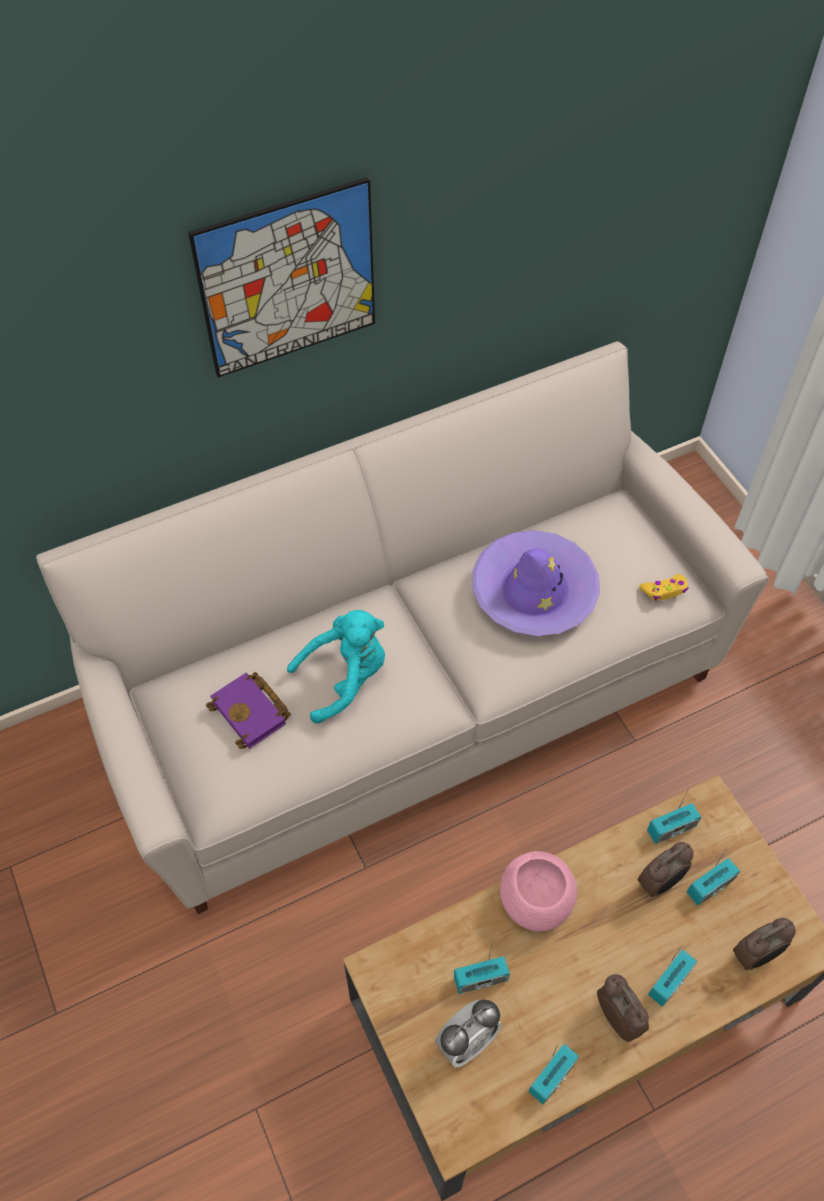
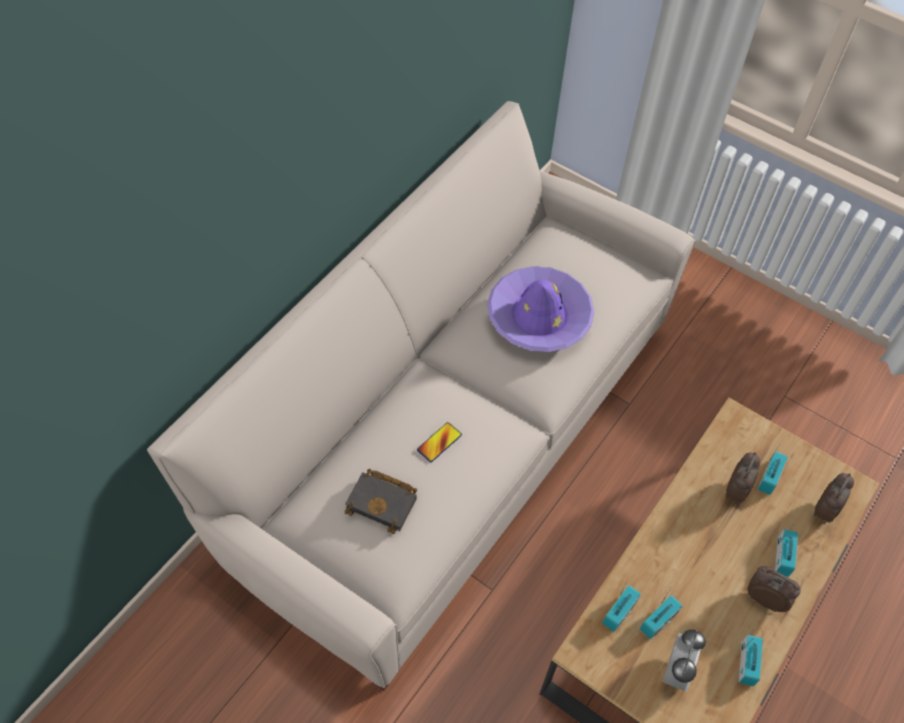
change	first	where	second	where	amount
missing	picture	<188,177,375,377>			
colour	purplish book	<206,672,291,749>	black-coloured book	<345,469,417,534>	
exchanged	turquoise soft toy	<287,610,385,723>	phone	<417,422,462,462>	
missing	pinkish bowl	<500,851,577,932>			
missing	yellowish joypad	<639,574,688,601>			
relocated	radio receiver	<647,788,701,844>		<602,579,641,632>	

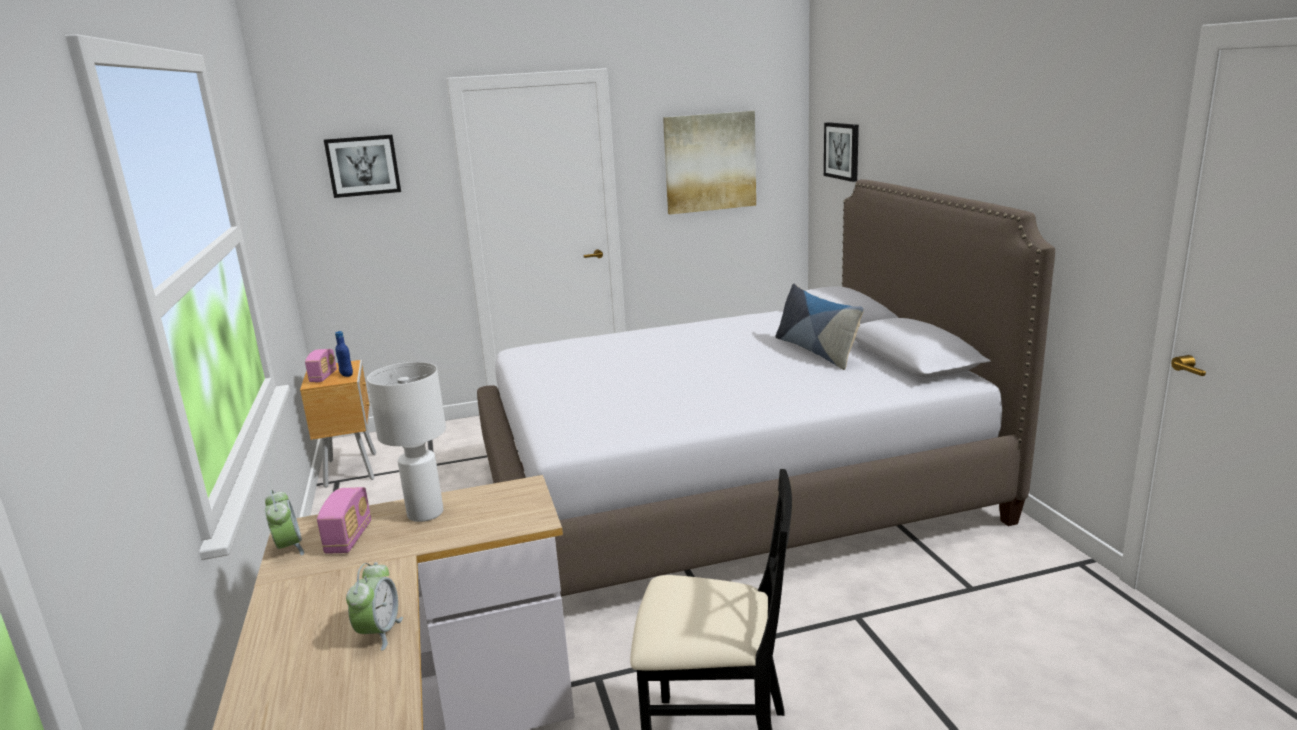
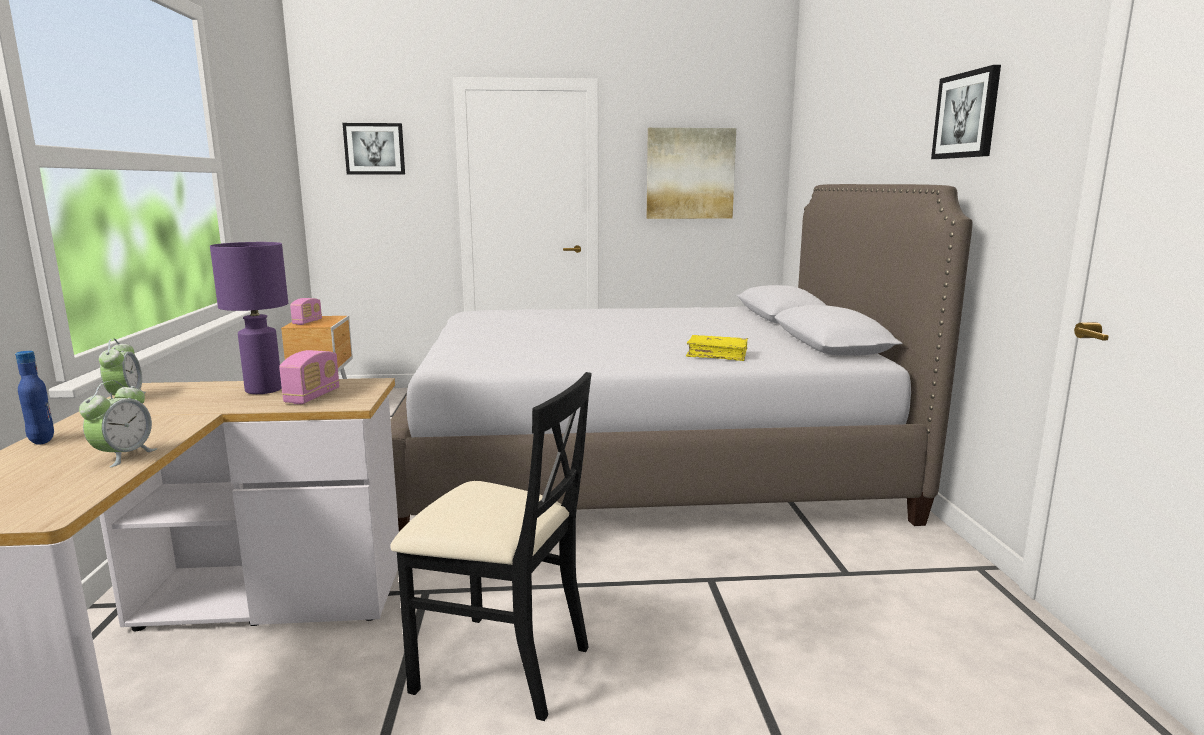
change	first	where	second	where	amount
relocated	radio receiver	<317,487,371,554>		<279,350,339,404>	
relocated	blue-coloured beverage bottle	<335,331,353,377>		<15,351,54,445>	
colour	white table lamp	<367,362,446,522>	purplish table lamp	<210,242,288,394>	
missing	pillow	<776,283,864,370>			
relocated	picture	<824,122,859,182>		<931,65,1001,159>	
appeared			yellowish book	<686,335,748,361>	

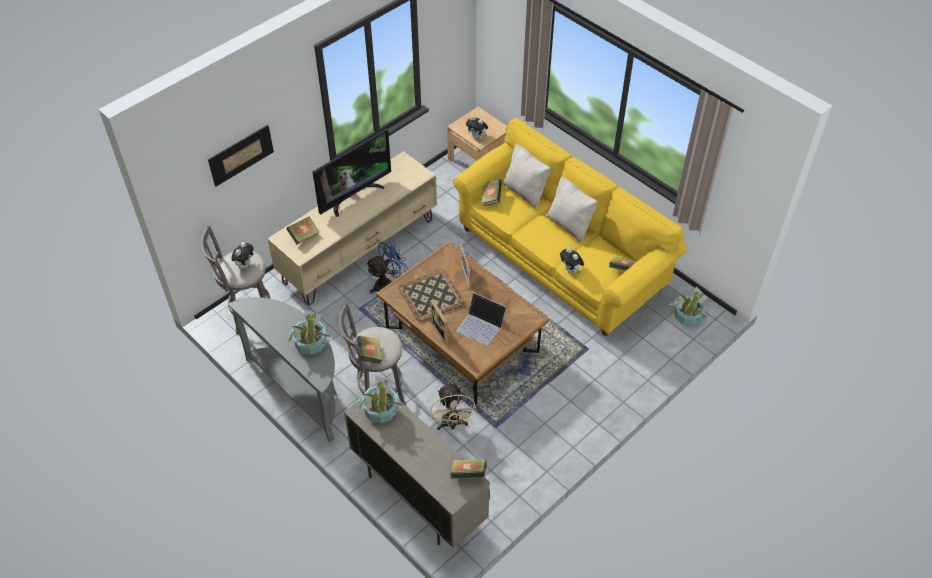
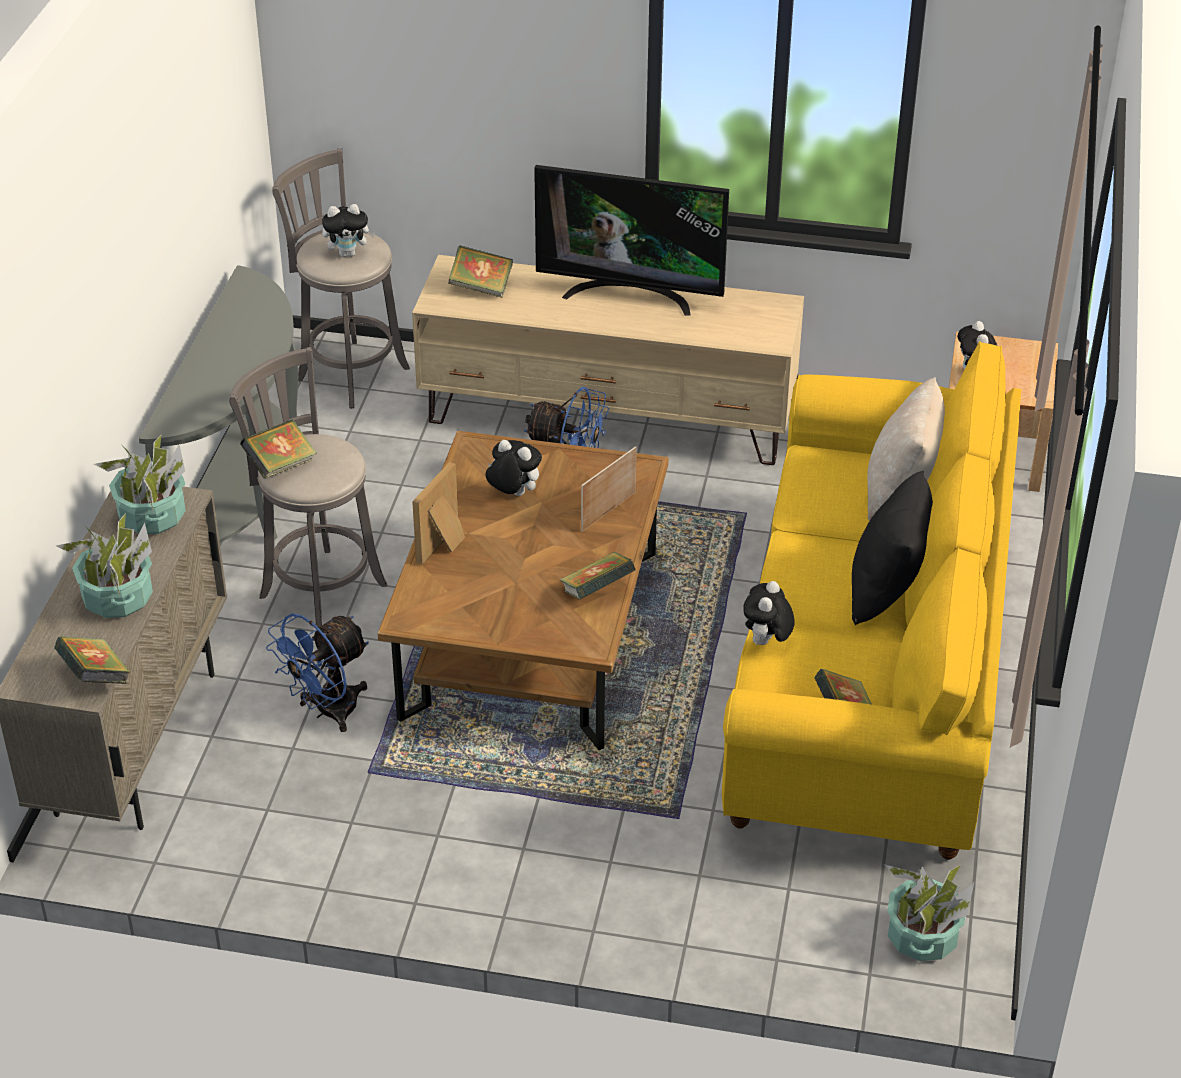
change	first	where	second	where	amount
missing	picture	<208,125,274,187>			
relocated	plant in a pot	<286,309,331,355>		<56,513,153,618>	
exchanged	carrying tray	<398,269,464,322>	soft toy	<486,440,542,496>	
colour	beige fan	<430,382,476,430>	blue-coloured fan	<266,613,369,732>	
missing	portable computer	<456,293,506,346>			
relocated	book	<481,179,502,206>		<559,552,636,600>	
colour	beige pillow	<547,177,598,243>	black-coloured pillow	<852,471,933,625>	

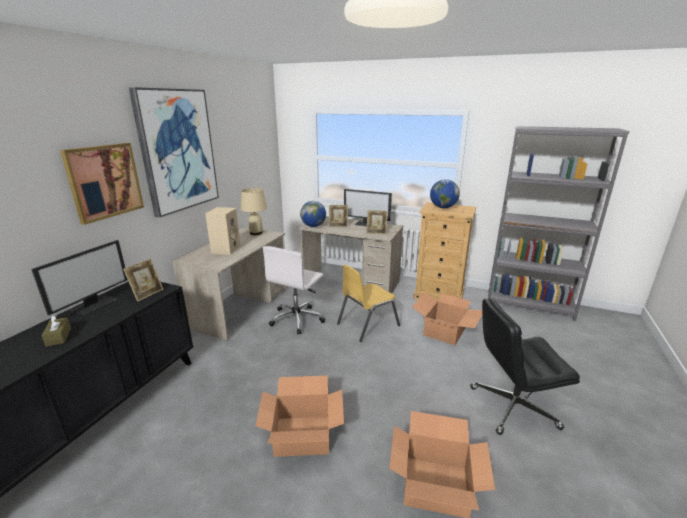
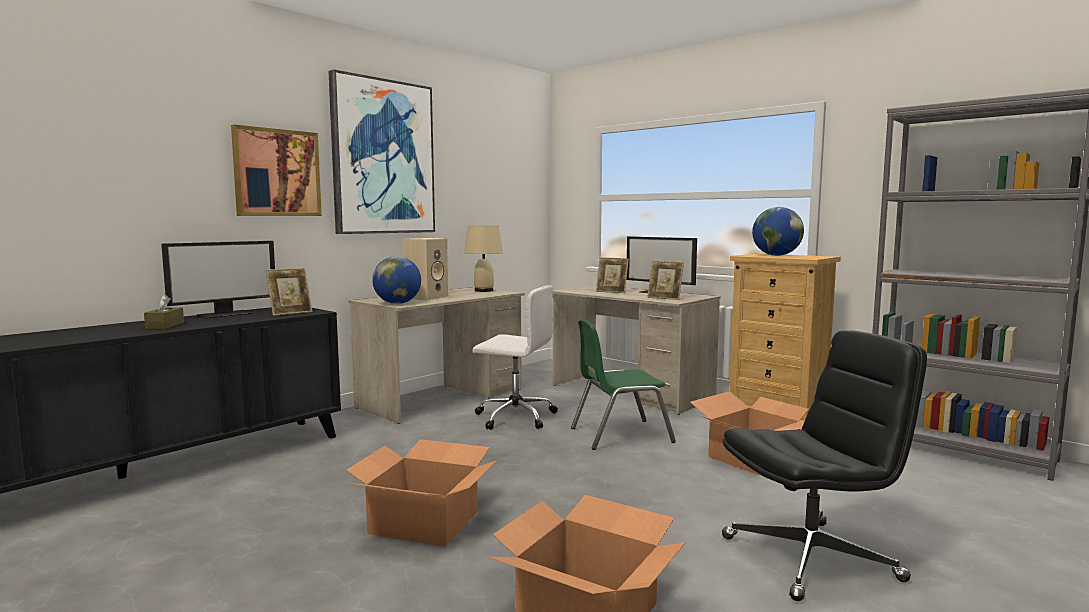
change	first	where	second	where	amount
spun	white computer chair	<263,246,325,334>		<472,285,558,430>	120 degrees counterclockwise
relocated	world globe	<300,201,326,227>		<372,256,421,304>	
colour	yellowish upright chair	<337,265,400,342>	greenish upright chair	<571,319,676,450>	
spun	black-coloured computer chair	<470,298,580,435>		<722,330,927,601>	150 degrees clockwise

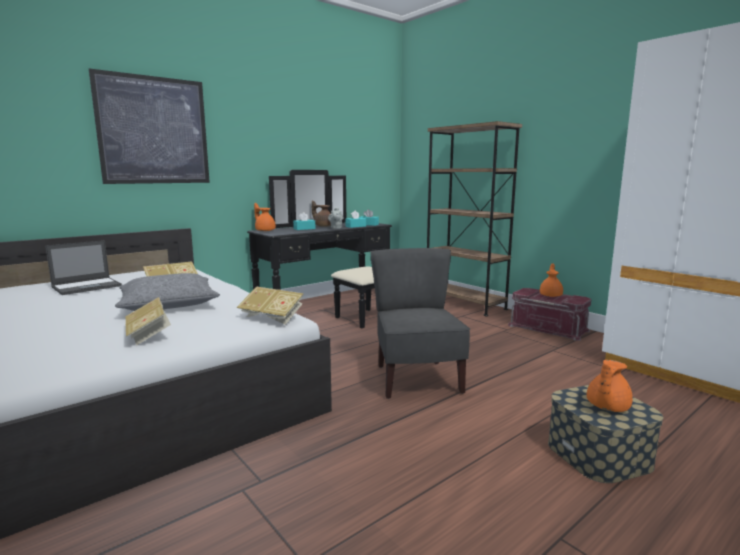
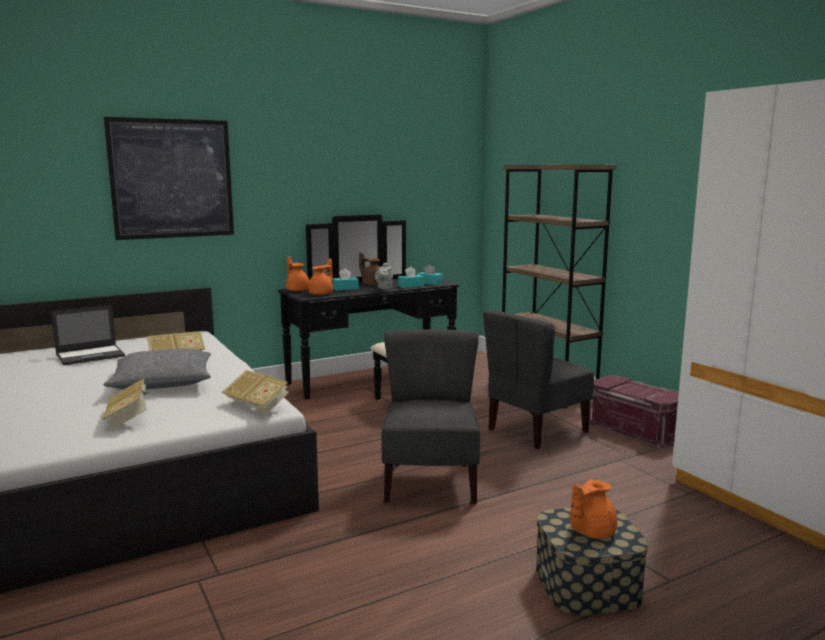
change	first	where	second	where	amount
relocated	orangey teapot	<540,263,563,297>		<308,259,333,295>	
appeared			greyish upright chair	<483,310,594,449>	

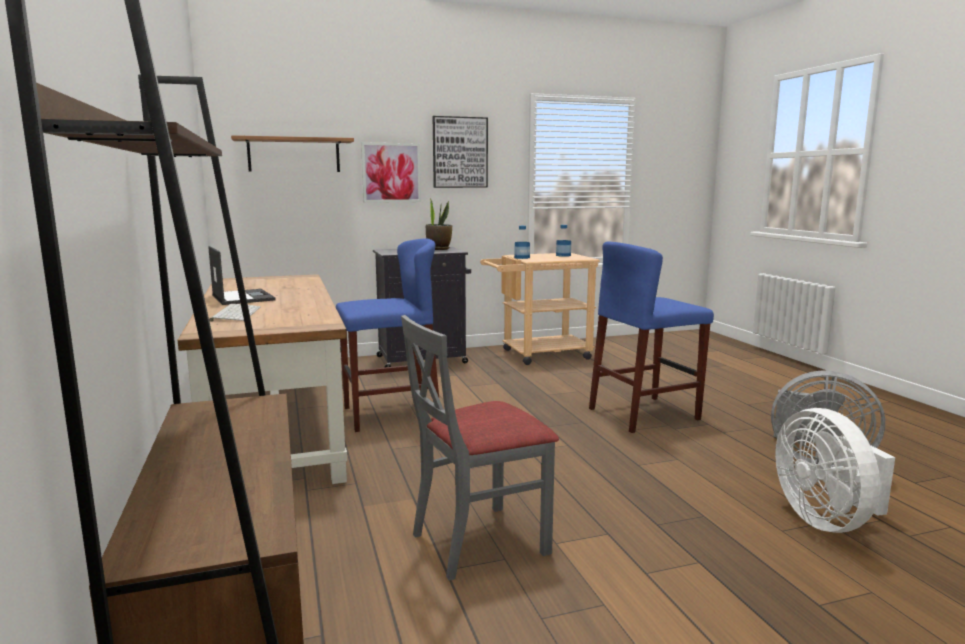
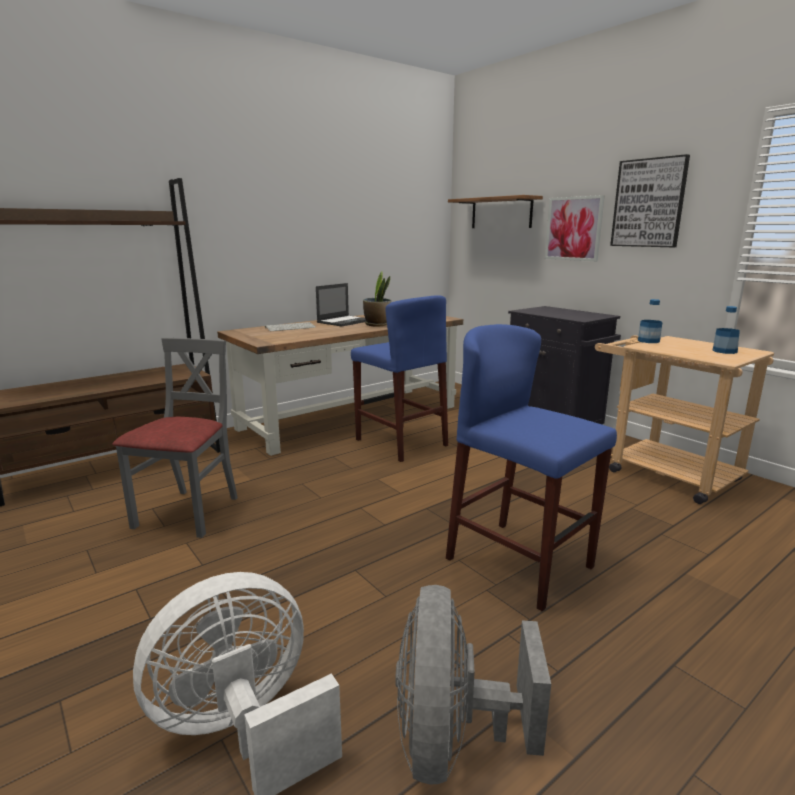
change	first	where	second	where	amount
spun	greyish upright chair	<401,315,559,581>		<112,338,238,538>	60 degrees clockwise
relocated	plant in a pot	<426,198,452,250>		<363,271,391,327>	

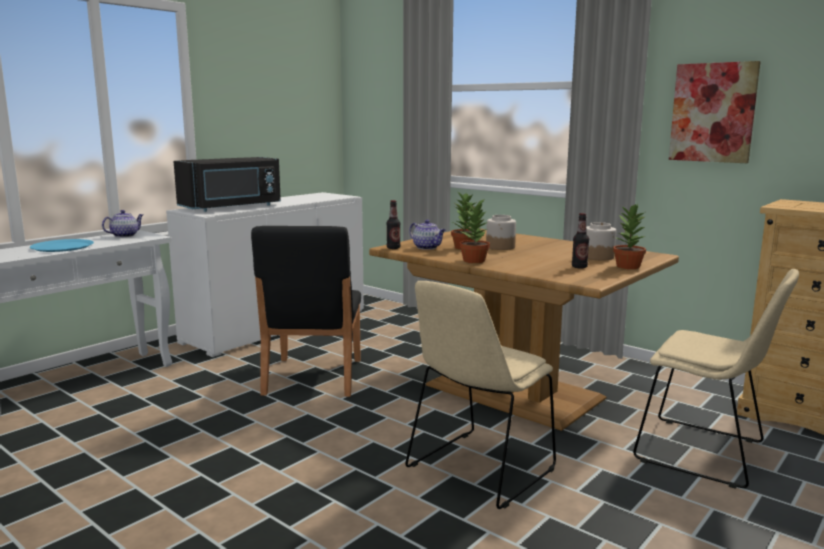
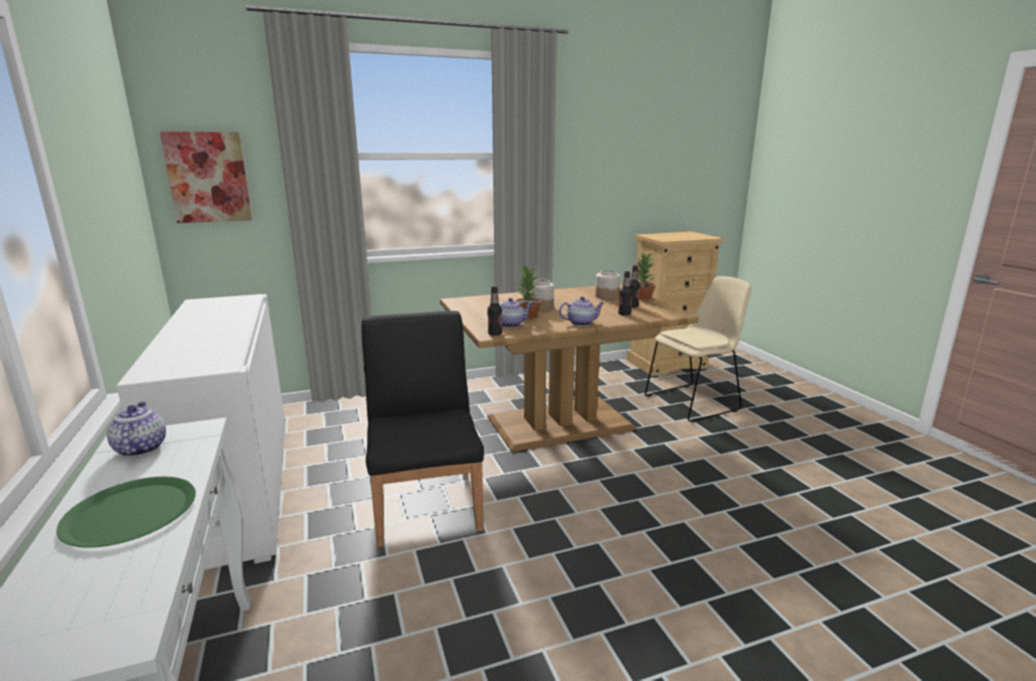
change	first	where	second	where	amount
colour	blue-coloured dinner plate	<30,239,94,252>	greenish dinner plate	<57,477,196,548>	
missing	black-coloured microwave	<174,157,281,212>			
spun	black-coloured upright chair	<251,226,361,397>		<362,311,484,547>	135 degrees counterclockwise
missing	beige upright chair	<405,281,556,509>			
exchanged	plant in a pot	<459,200,490,263>	teapot	<559,296,604,326>	
relocated	picture	<669,61,761,163>		<160,132,252,223>	
appeared			beverage bottle	<618,271,632,316>	

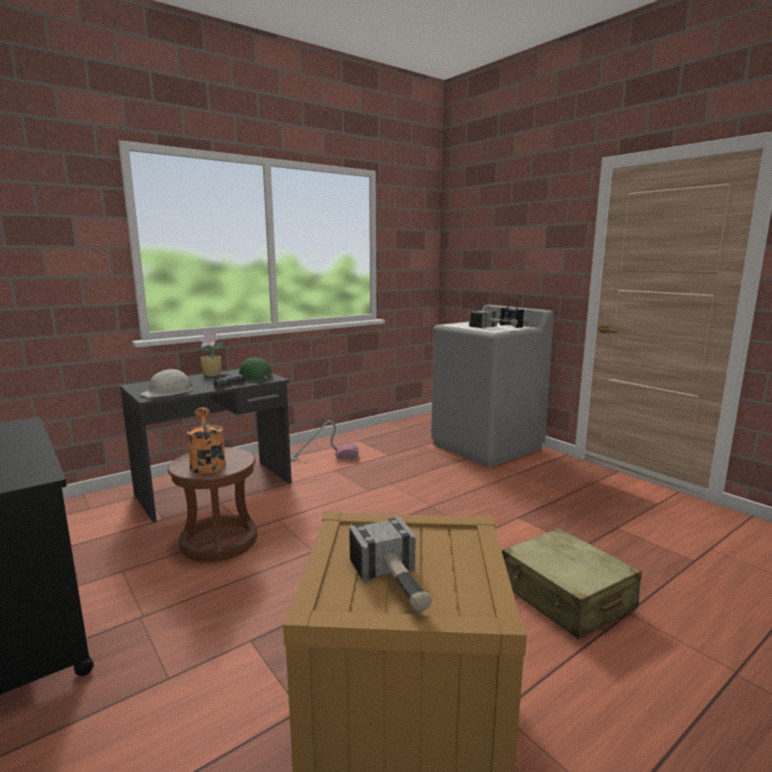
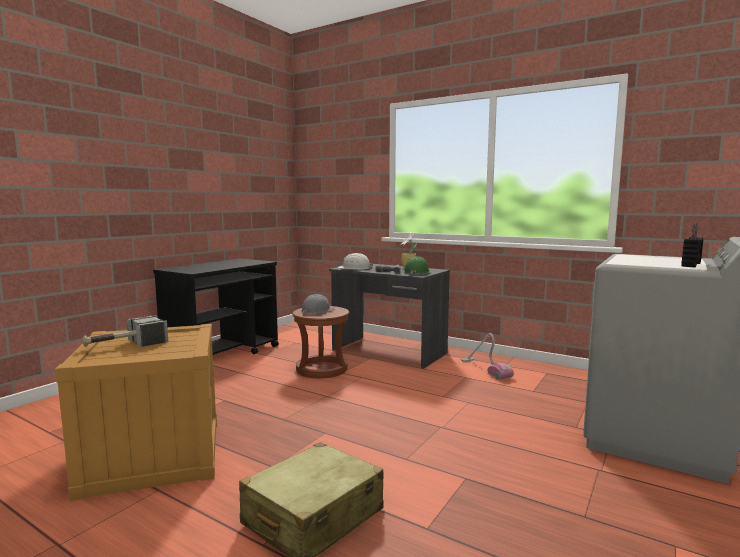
change	first	where	second	where	amount
exchanged	orangey sprinkling can	<187,407,226,473>	greyish hard hat	<301,294,334,314>	
missing	hand hammer	<469,310,518,328>			

